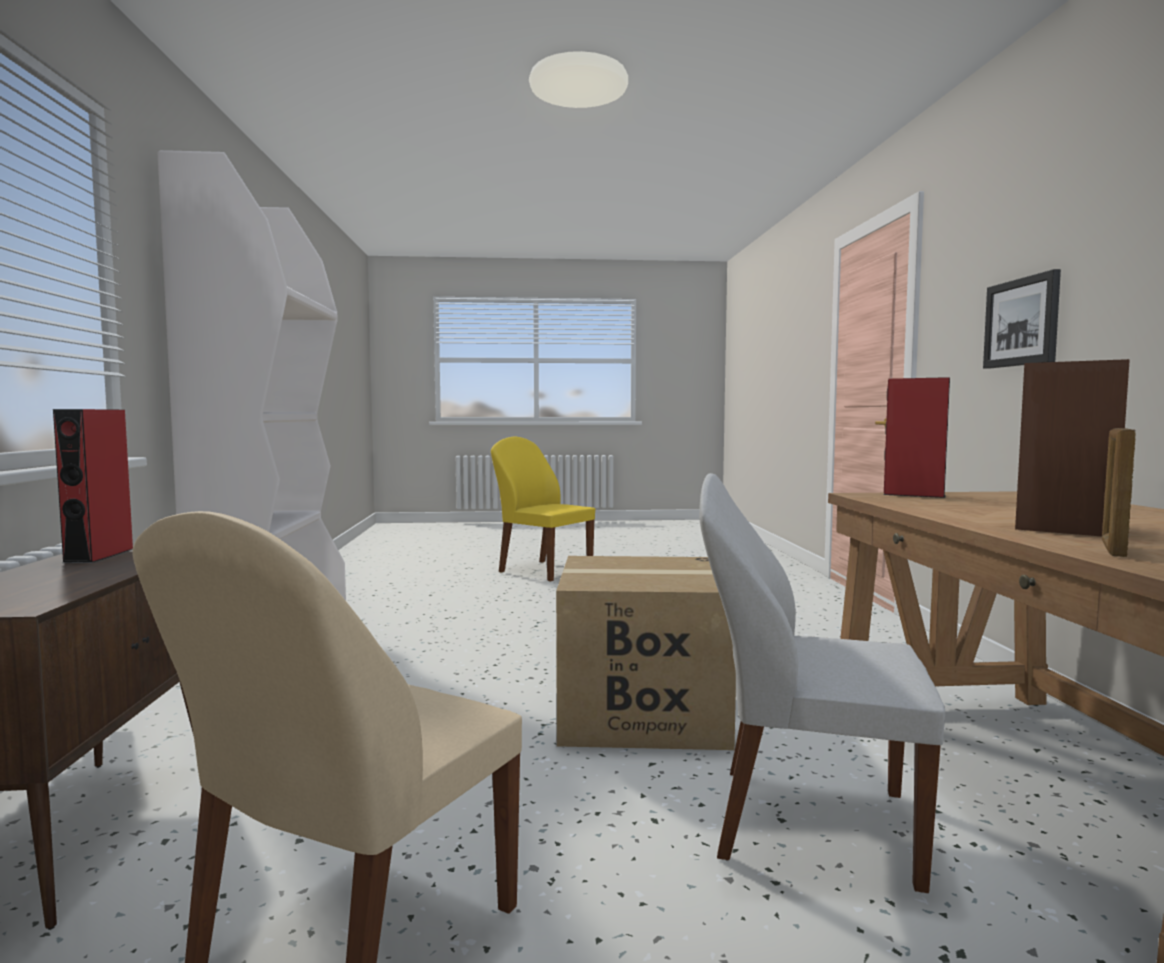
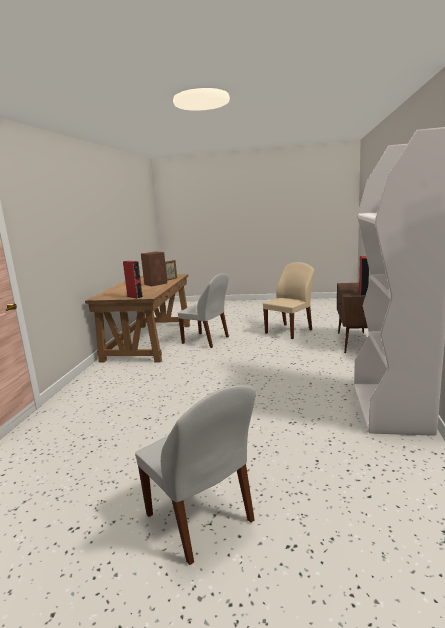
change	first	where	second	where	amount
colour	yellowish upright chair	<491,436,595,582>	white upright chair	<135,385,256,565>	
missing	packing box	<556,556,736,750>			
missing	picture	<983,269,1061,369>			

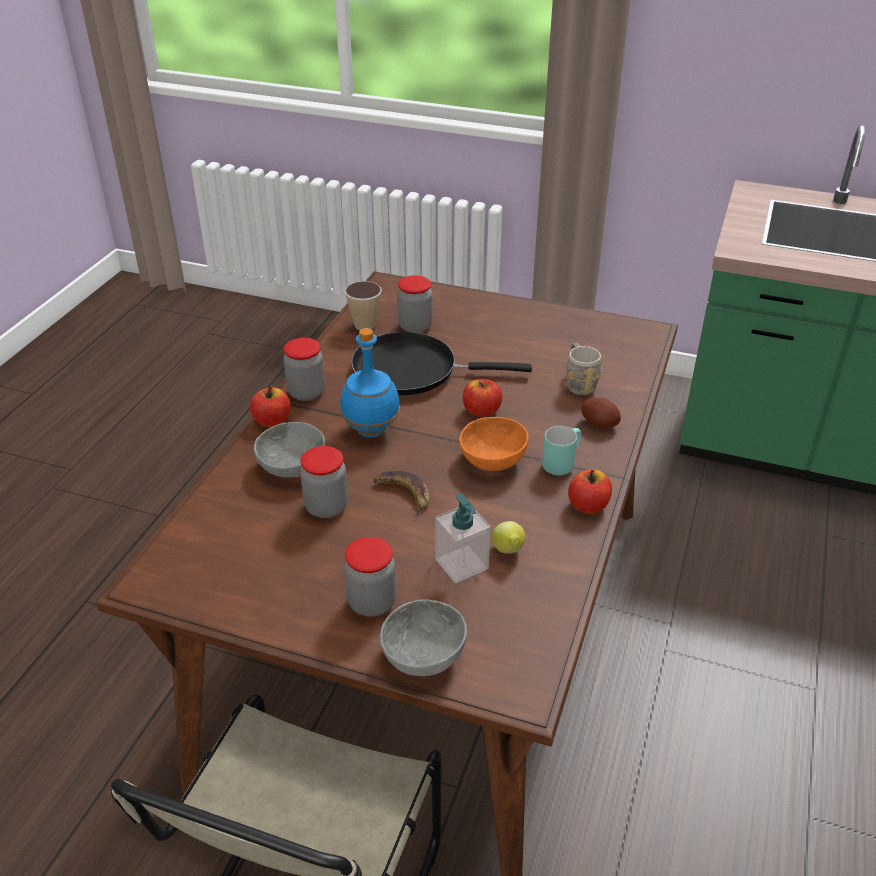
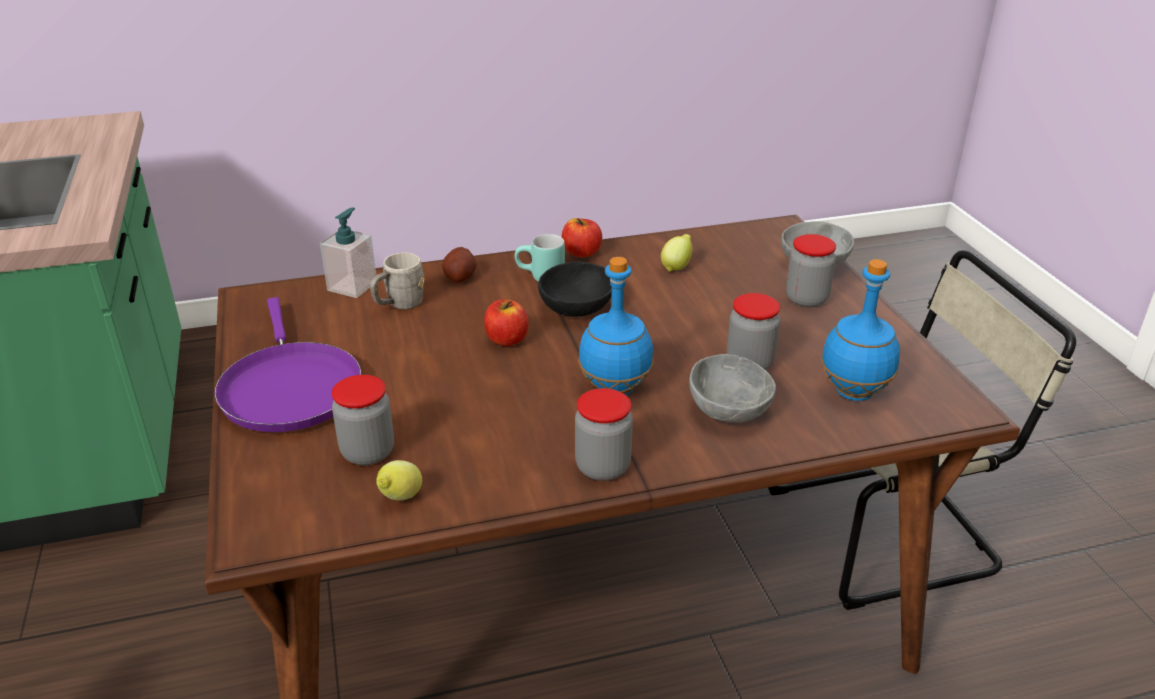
change	first	where	second	where	amount
missing	apple	<250,387,291,427>			
exchanged	drinking cup	<344,281,382,330>	citrus fruit	<376,460,422,500>	
missing	black-coloured skillet	<351,332,532,395>			
missing	banana fruit	<373,471,431,518>			
relocated	soap bottle	<435,493,491,583>		<320,207,376,298>	
colour	orangey bowl	<459,417,529,471>	black-coloured bowl	<538,261,612,317>	
appeared			purplish skillet	<214,297,362,432>	
appeared			blue-coloured beverage bottle	<821,259,900,401>	

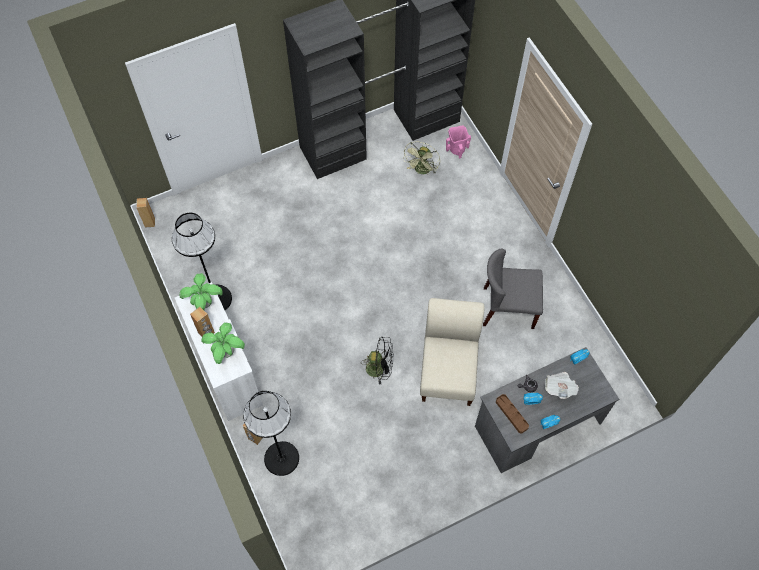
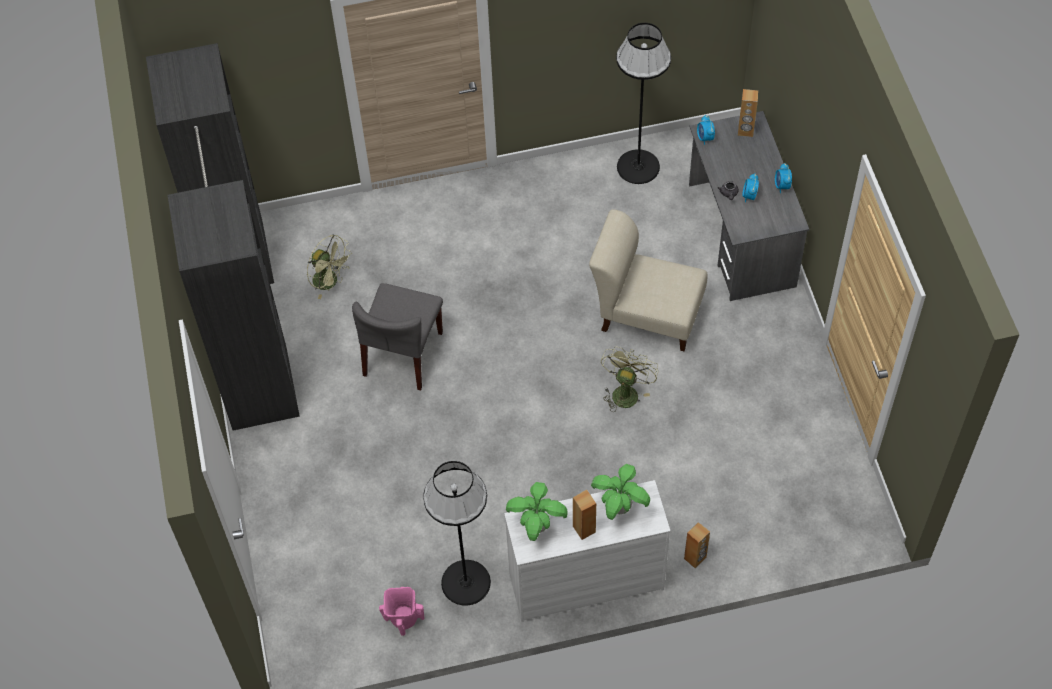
change	first	where	second	where	amount
relocated	brownish audio speaker	<136,198,155,227>		<738,89,758,137>	
relocated	black-coloured floor lamp	<243,391,299,476>		<616,23,671,184>	
colour	black-coloured fan	<361,337,393,385>	greenish fan	<601,347,658,412>	
relocated	pinkish flower vase	<446,125,471,158>		<379,587,424,636>	
relocated	greyish upright chair	<483,249,543,329>		<352,283,443,390>	
missing	brownish carrying tray	<496,394,529,433>			
missing	printed paper	<545,372,579,399>			

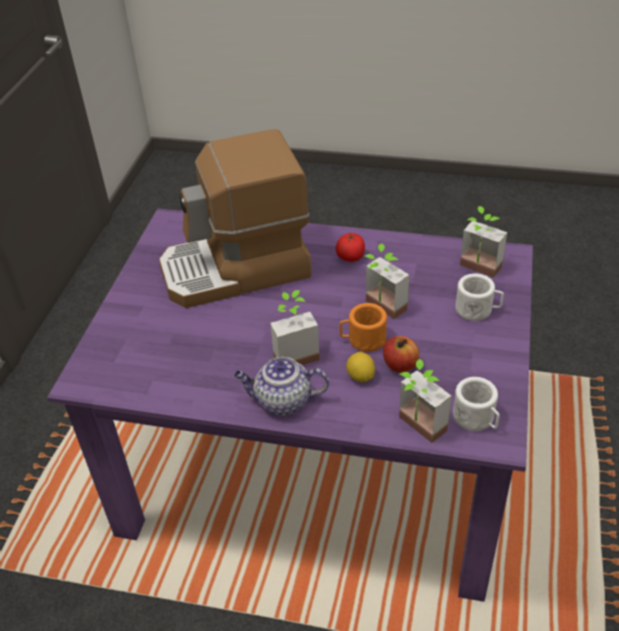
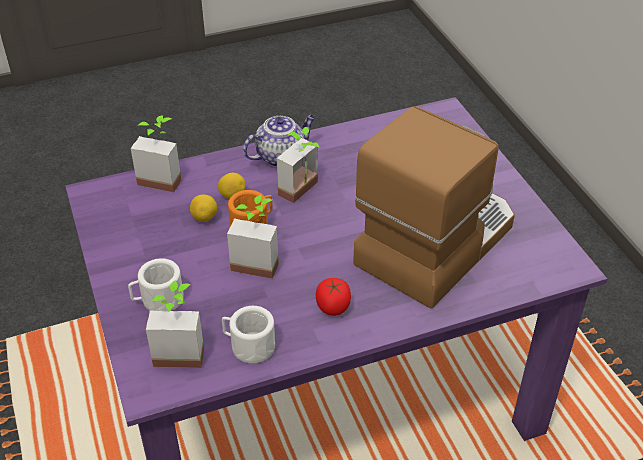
change	first	where	second	where	amount
exchanged	apple	<383,336,419,373>	citrus fruit	<190,195,217,222>	
relocated	white tea mug	<453,377,500,431>		<222,306,275,363>	

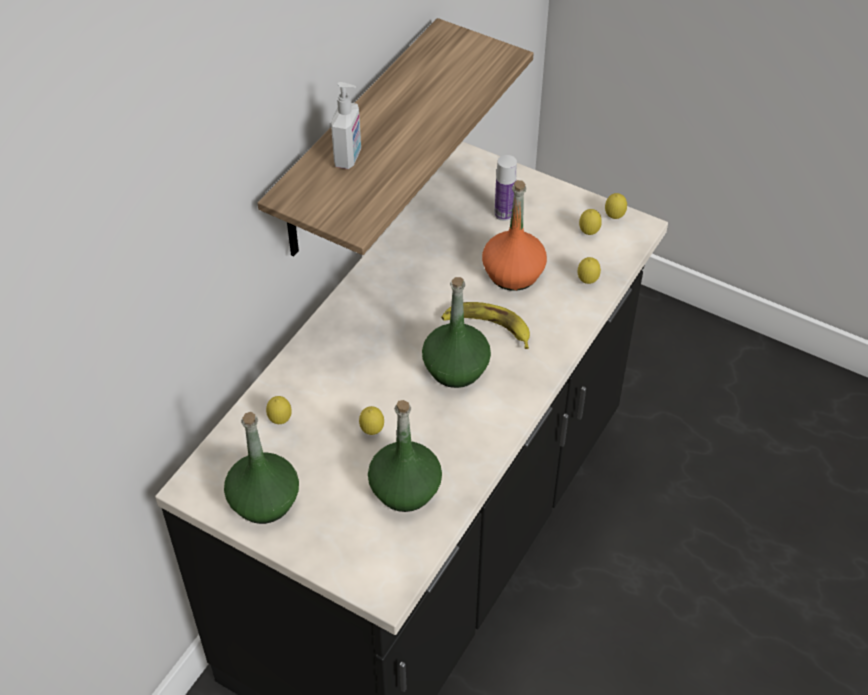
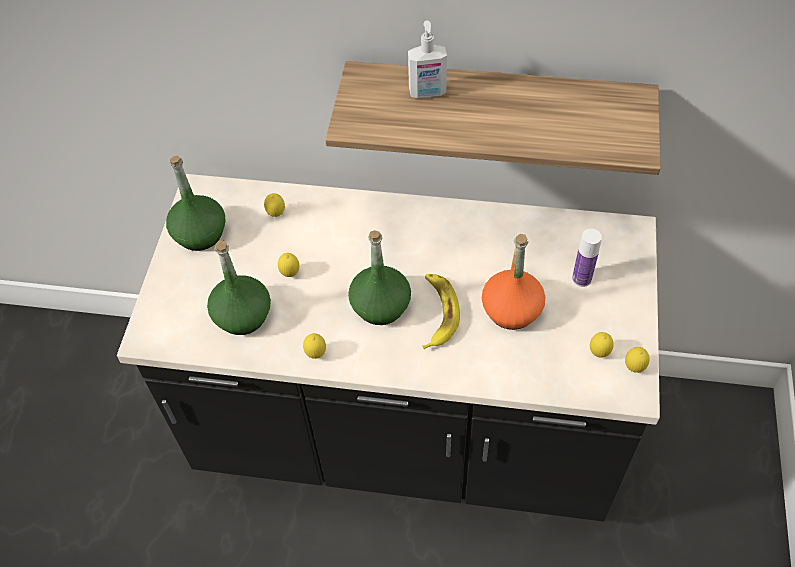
change	first	where	second	where	amount
relocated	citrus fruit	<578,257,601,284>		<303,333,326,359>	

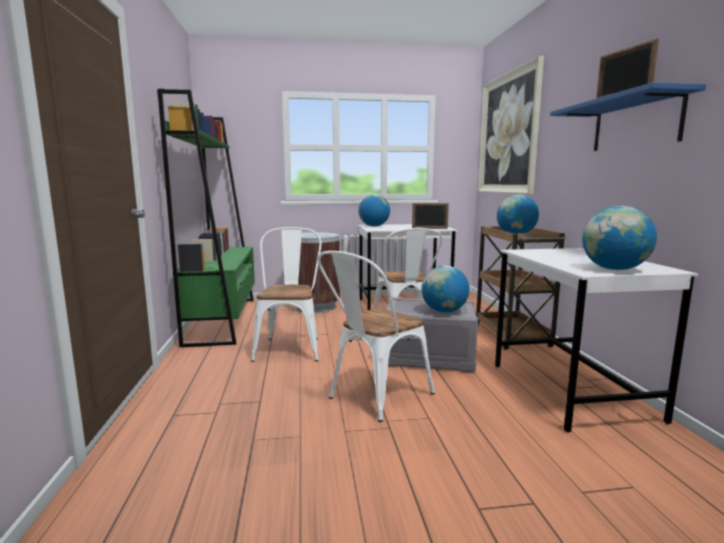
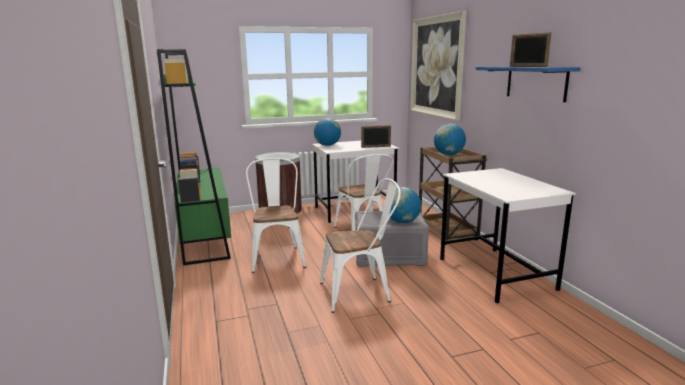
change	first	where	second	where	amount
spun	white upright chair	<318,251,435,422>		<320,178,401,313>	135 degrees counterclockwise
missing	world globe	<582,206,657,270>			

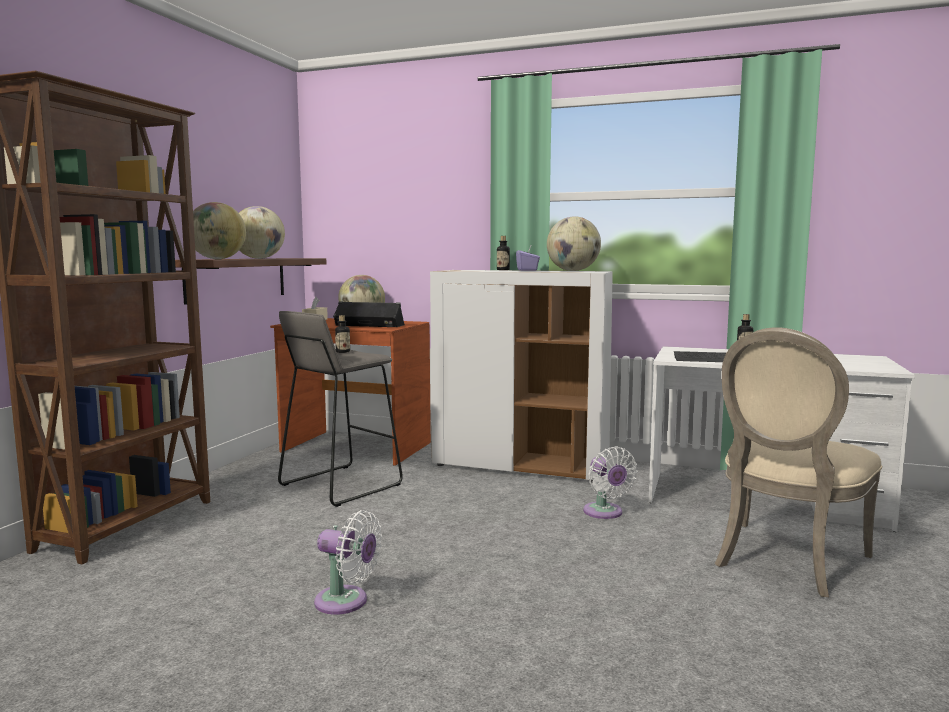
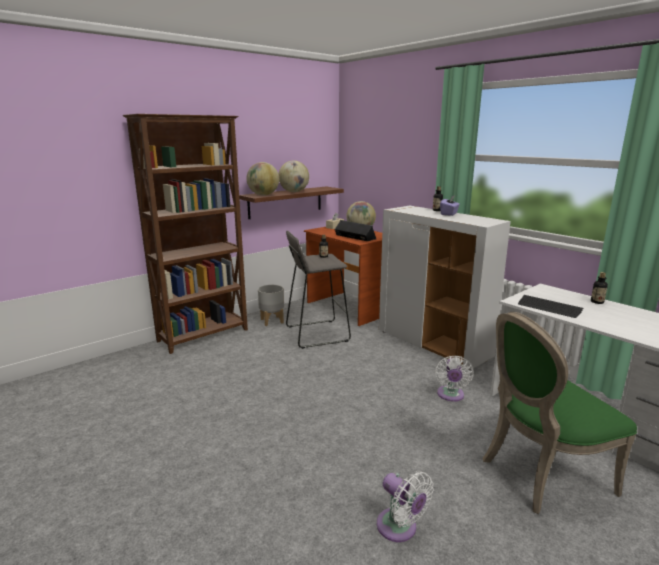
change	first	where	second	where	amount
relocated	white fan	<314,510,382,615>		<377,471,433,542>	
missing	world globe	<547,216,601,271>			
colour	beige upright chair	<715,327,883,597>	greenish upright chair	<483,312,637,514>	
appeared			greyish plant pot	<258,285,284,326>	

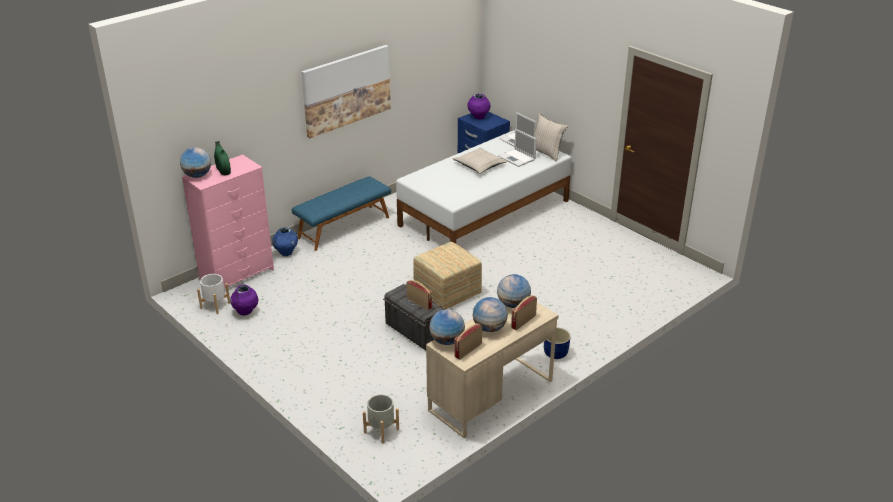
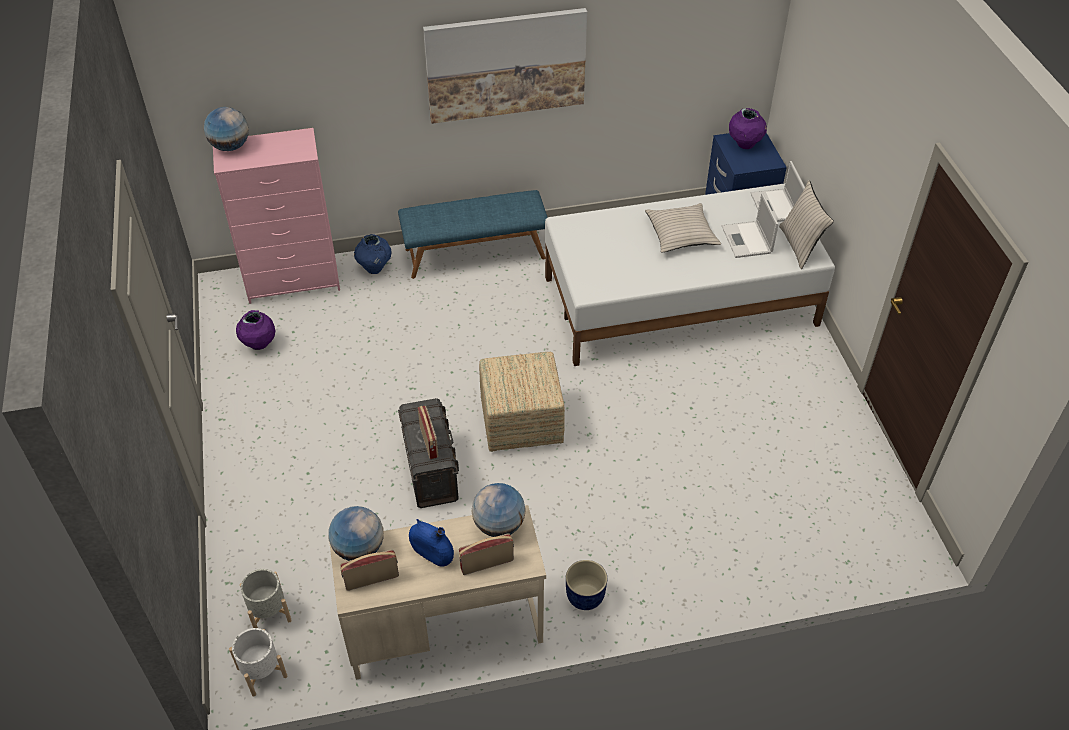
change	first	where	second	where	amount
relocated	white plant pot	<197,274,230,314>		<229,628,287,697>	
missing	greenish flower vase	<214,141,231,175>			
exchanged	world globe	<473,297,508,332>	blue-coloured flower vase	<409,519,454,567>	

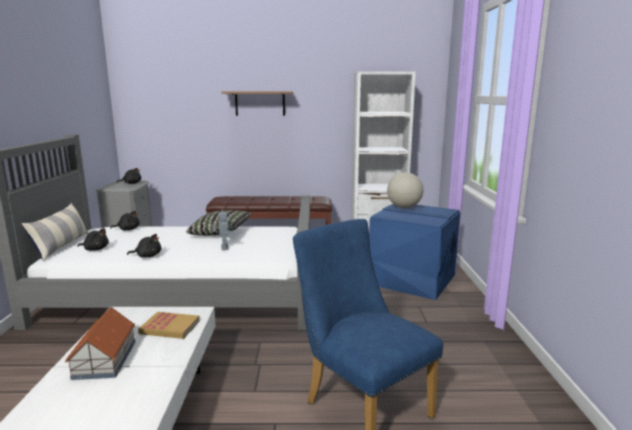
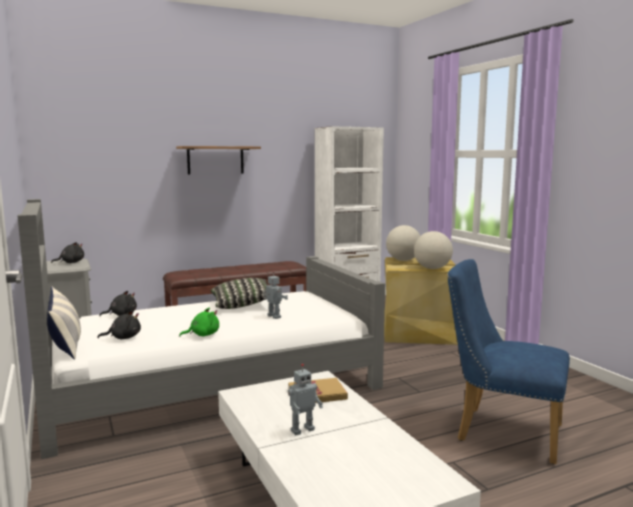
change	first	where	second	where	amount
exchanged	model house	<65,307,136,380>	toy robot	<288,364,323,435>	
colour	black-coloured soft toy	<127,234,161,258>	greenish soft toy	<179,308,219,337>	
colour	blue-coloured storage box	<369,204,460,300>	beige storage box	<384,257,458,345>	
appeared			world globe	<414,231,453,269>	

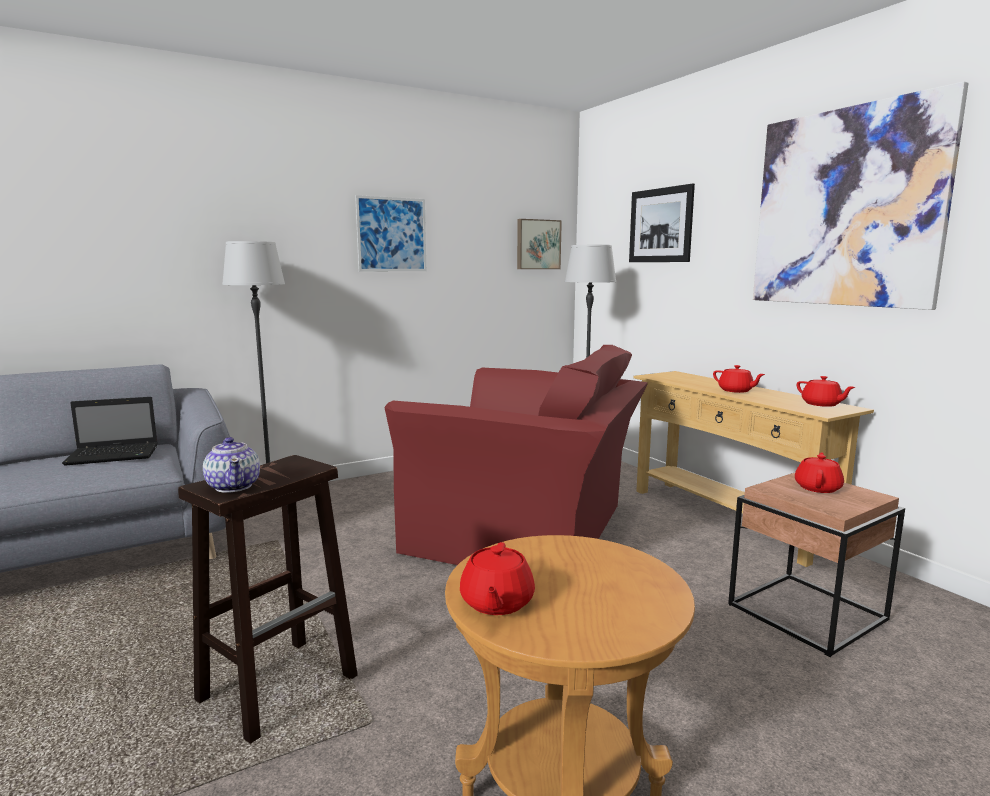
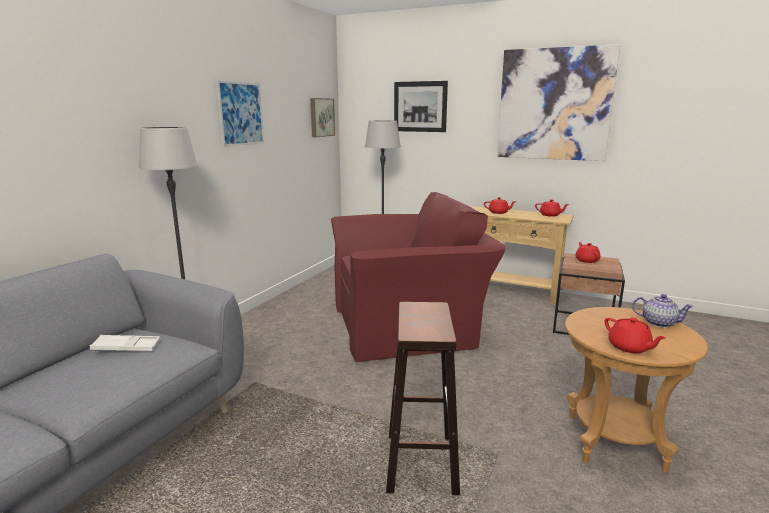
change	first	where	second	where	amount
exchanged	portable computer	<62,397,158,466>	white carrying tray	<90,335,160,351>	
relocated	teapot	<203,437,260,493>		<632,294,694,328>	

